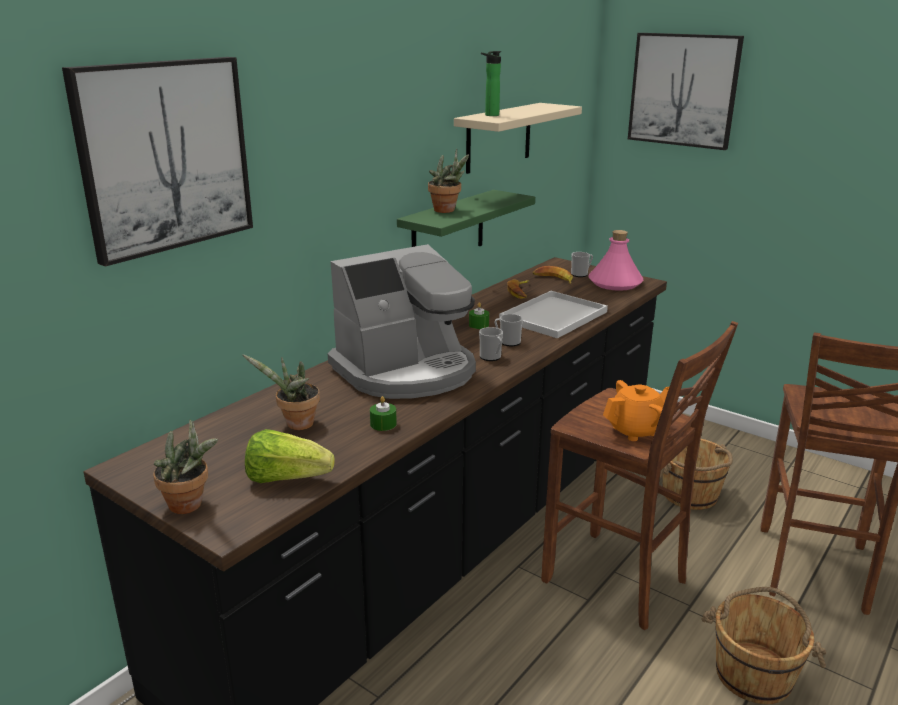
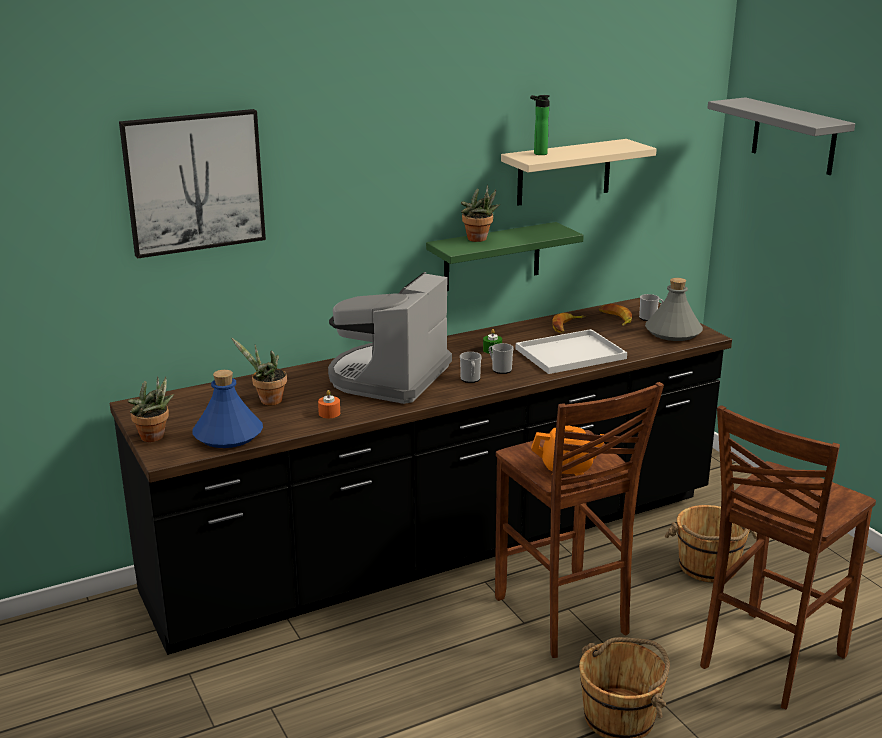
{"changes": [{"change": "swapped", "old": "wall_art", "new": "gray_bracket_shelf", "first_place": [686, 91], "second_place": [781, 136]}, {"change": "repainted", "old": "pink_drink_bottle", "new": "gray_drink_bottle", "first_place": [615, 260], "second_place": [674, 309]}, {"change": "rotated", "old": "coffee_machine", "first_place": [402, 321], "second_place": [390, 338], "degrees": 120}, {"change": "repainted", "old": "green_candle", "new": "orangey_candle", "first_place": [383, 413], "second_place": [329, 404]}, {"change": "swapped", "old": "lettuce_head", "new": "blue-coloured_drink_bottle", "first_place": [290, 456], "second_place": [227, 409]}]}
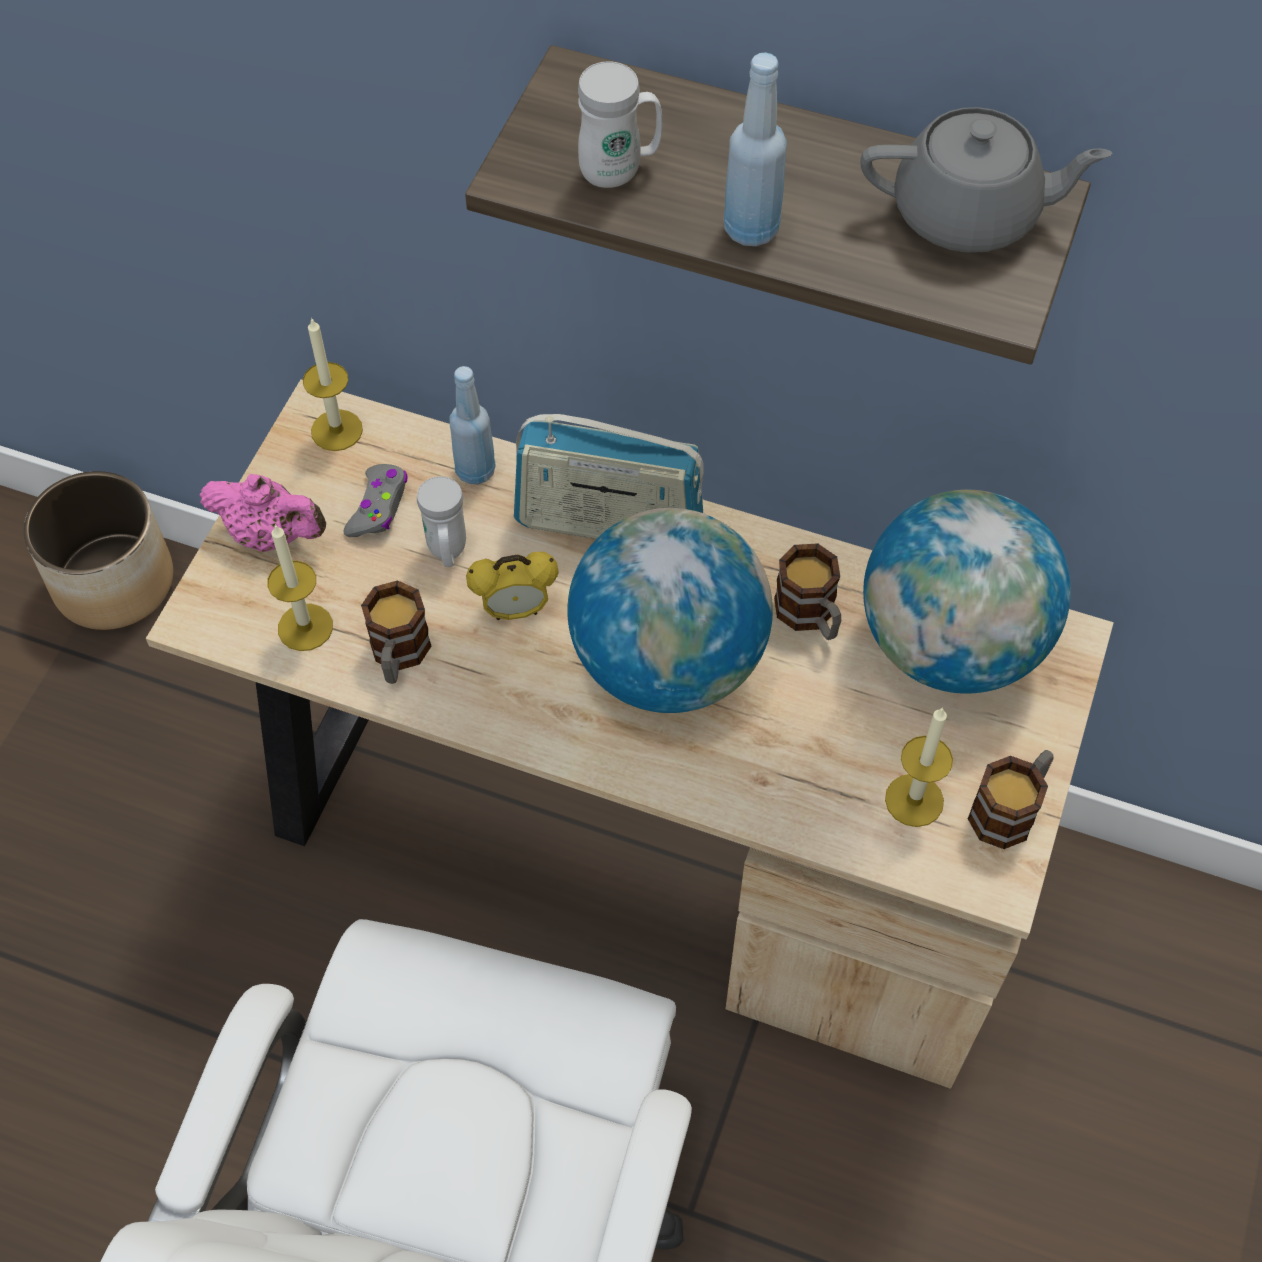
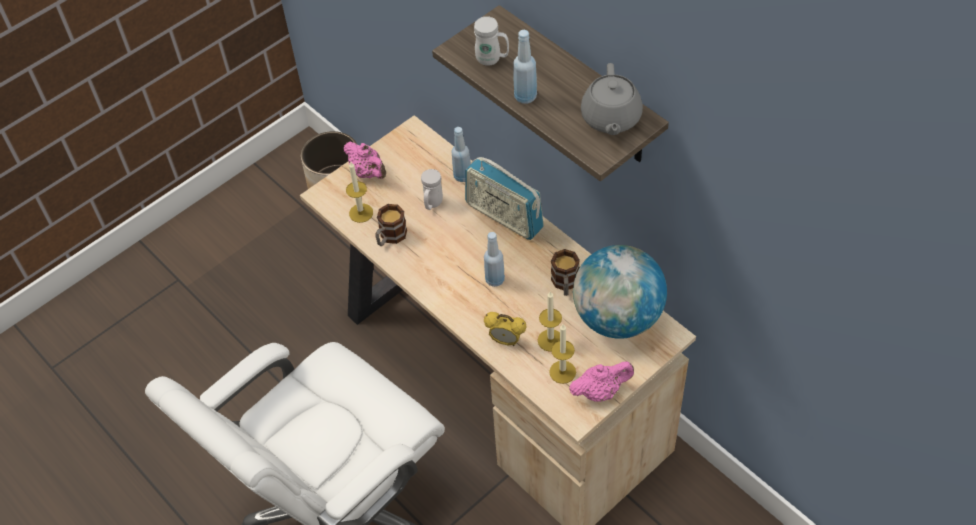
{"changes": [{"change": "rotated", "old": "gray_tea_pot", "first_place": [986, 180], "second_place": [612, 99], "degrees": 60}, {"change": "shifted", "old": "candle", "first_place": [333, 384], "second_place": [550, 321]}, {"change": "gone", "old": "gray_gamepad", "first_place": [375, 500]}, {"change": "swapped", "old": "desk_globe", "new": "blue-coloured_drink_bottle", "first_place": [670, 610], "second_place": [494, 259]}, {"change": "shifted", "old": "bedside_clock", "first_place": [512, 586], "second_place": [505, 329]}, {"change": "swapped", "old": "coffee_mug", "new": "pink_tea_pot", "first_place": [1011, 799], "second_place": [601, 381]}]}
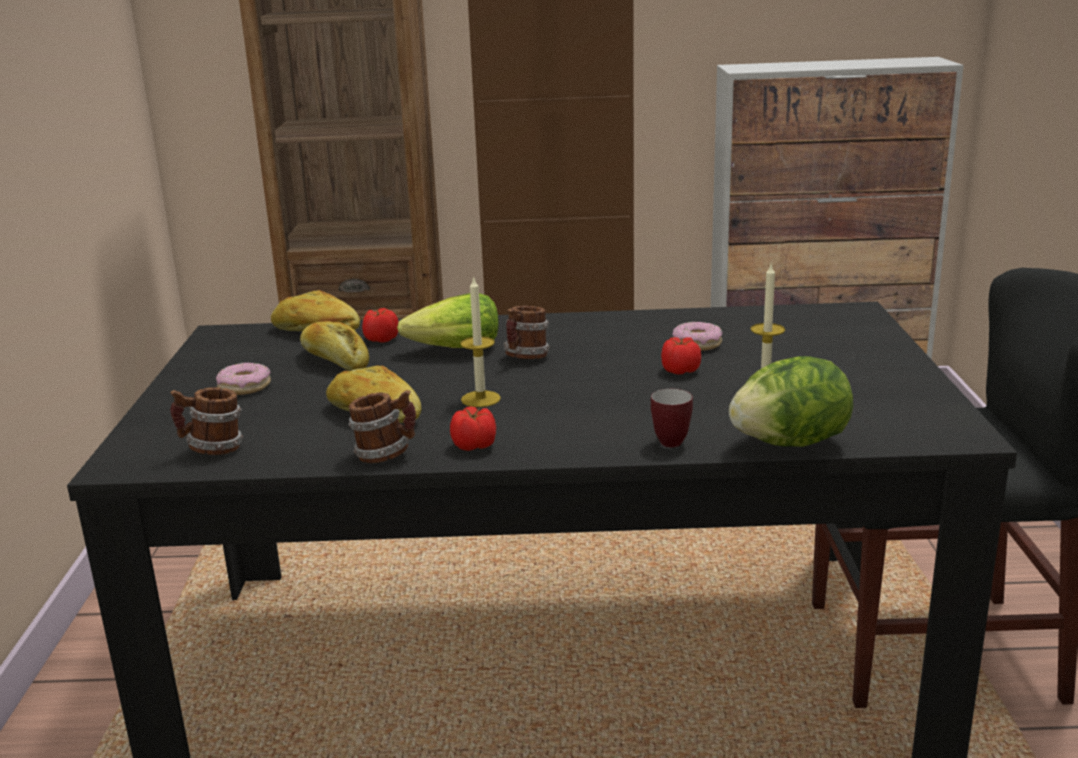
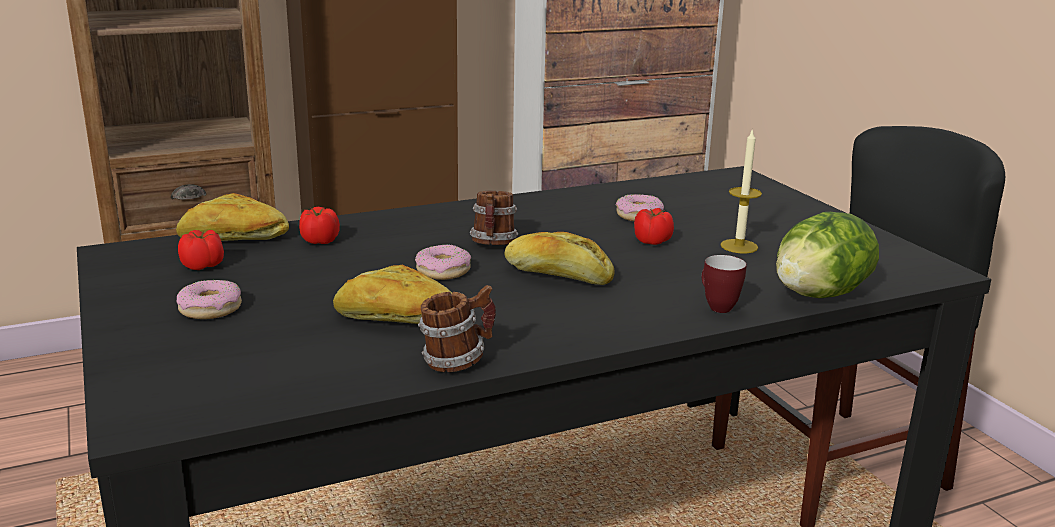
{"changes": [{"change": "gone", "old": "candle", "first_place": [480, 341]}, {"change": "gone", "old": "lettuce_head", "first_place": [448, 320]}, {"change": "shifted", "old": "bread", "first_place": [334, 346], "second_place": [559, 258]}, {"change": "gone", "old": "coffee_mug", "first_place": [206, 421]}, {"change": "shifted", "old": "whole_tomato", "first_place": [473, 428], "second_place": [201, 250]}, {"change": "new", "new": "doughnut", "second_place": [443, 262]}]}
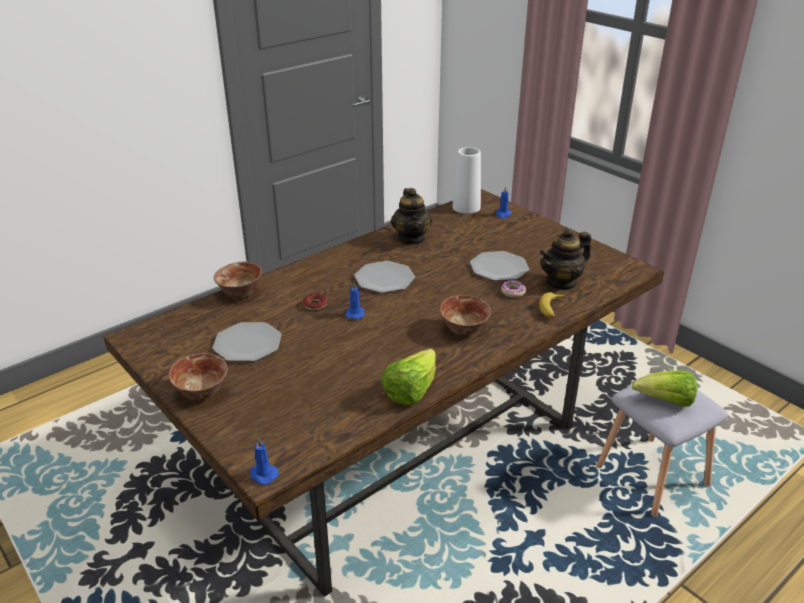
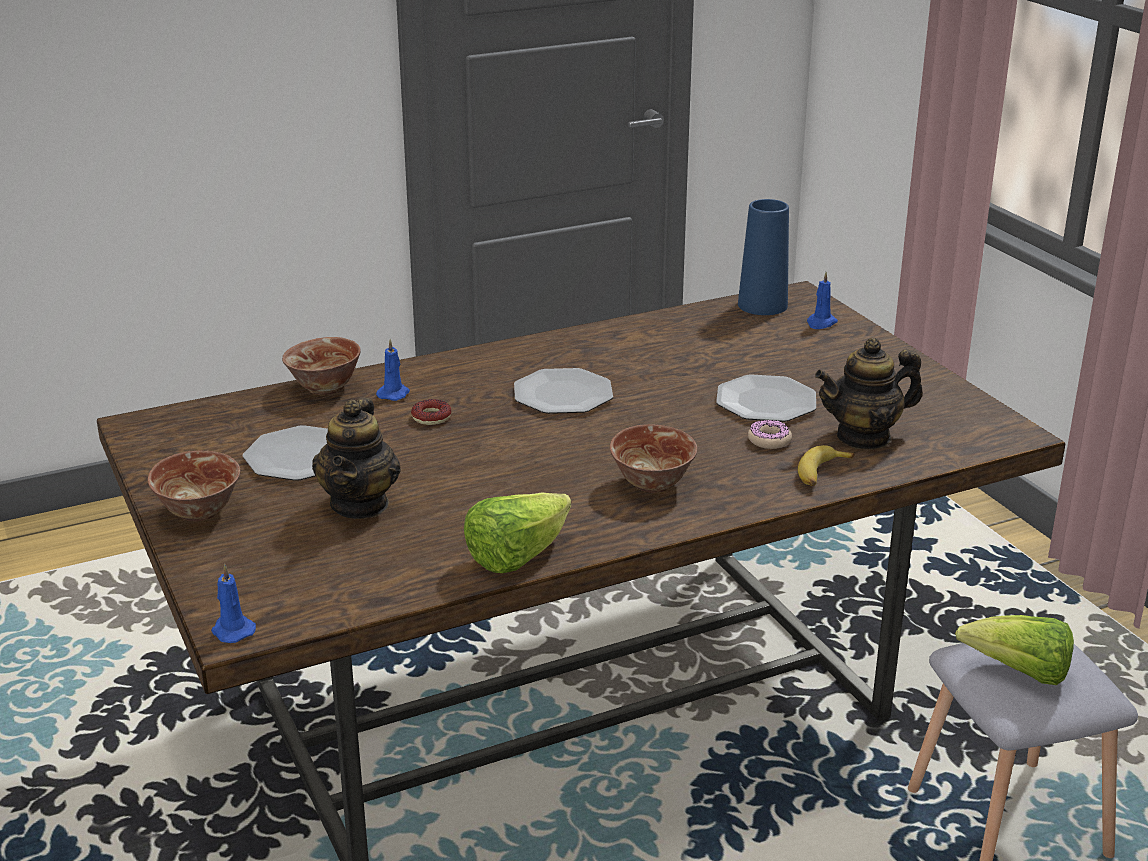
{"changes": [{"change": "repainted", "old": "whitish_vase", "new": "blue-coloured_vase", "first_place": [466, 180], "second_place": [763, 257]}, {"change": "shifted", "old": "tea_pot", "first_place": [411, 216], "second_place": [356, 458]}, {"change": "shifted", "old": "blue-coloured_candle", "first_place": [355, 300], "second_place": [393, 370]}]}
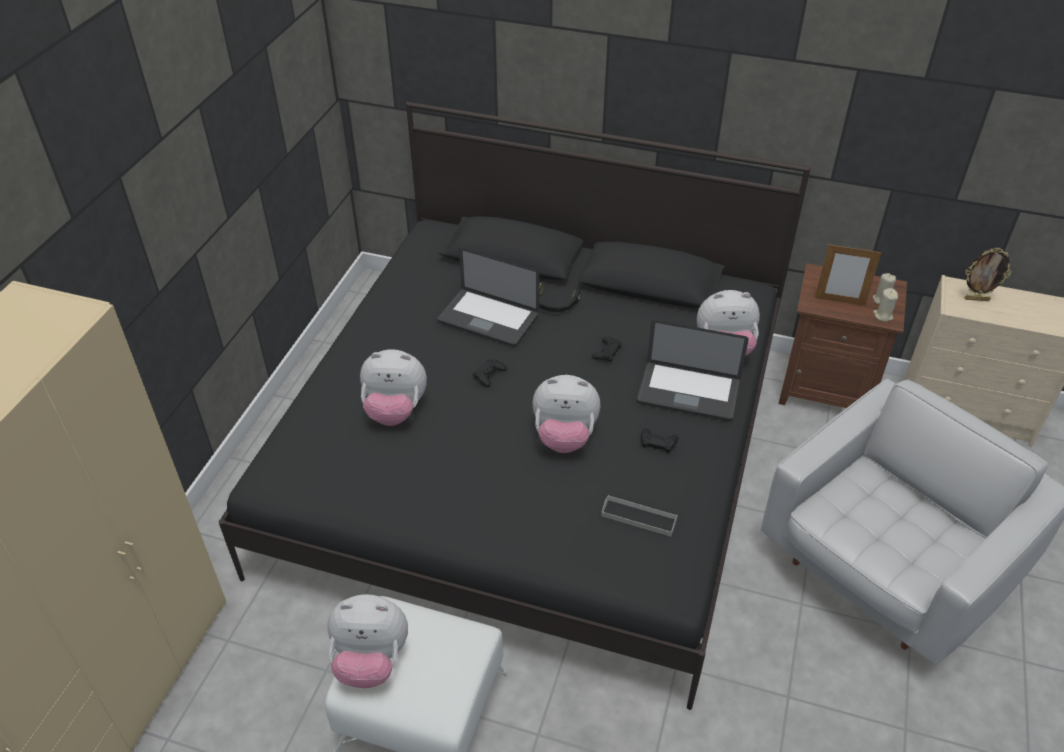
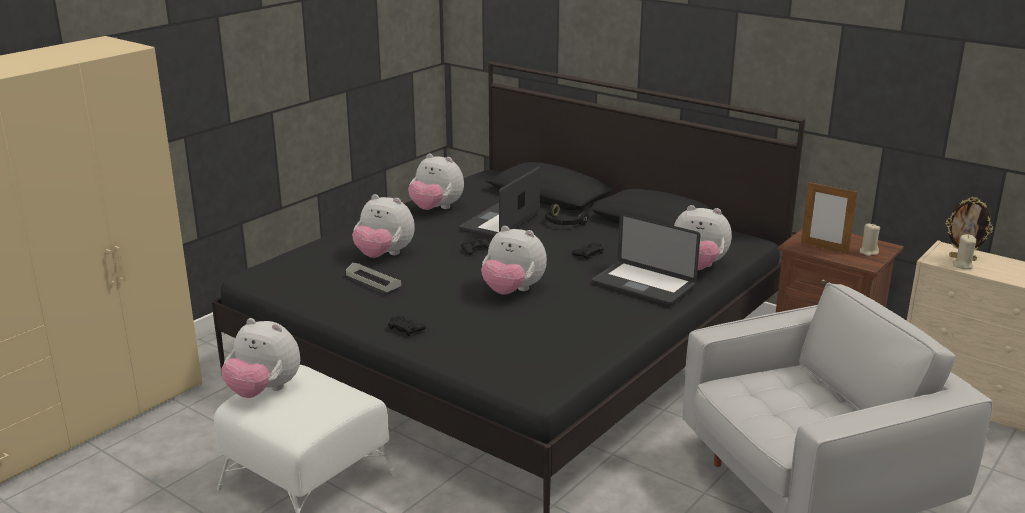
{"changes": [{"change": "rotated", "old": "portable_computer", "first_place": [488, 297], "second_place": [499, 202], "degrees": 75}, {"change": "shifted", "old": "beige_candle", "first_place": [885, 305], "second_place": [964, 251]}, {"change": "shifted", "old": "black-coloured_gamepad", "first_place": [659, 440], "second_place": [407, 326]}, {"change": "shifted", "old": "gray_carrying_tray", "first_place": [639, 515], "second_place": [373, 277]}, {"change": "new", "new": "plush_toy", "second_place": [436, 181]}]}
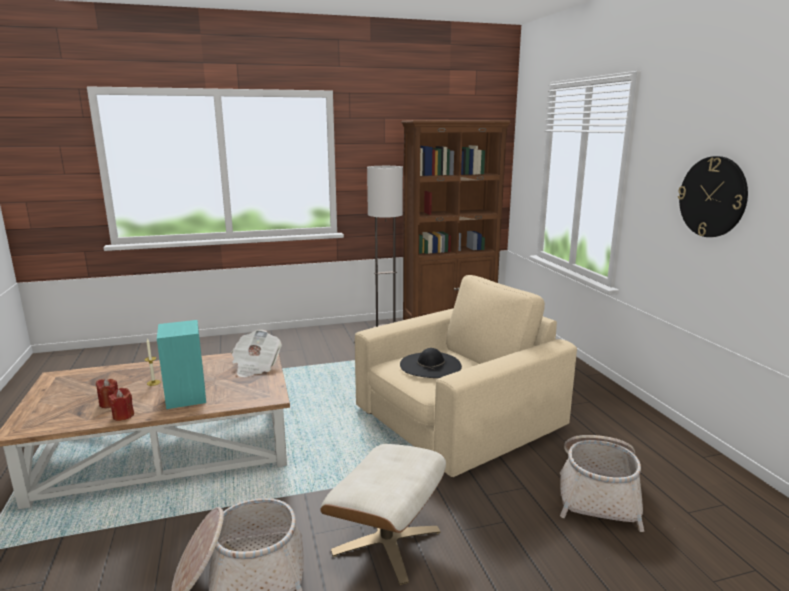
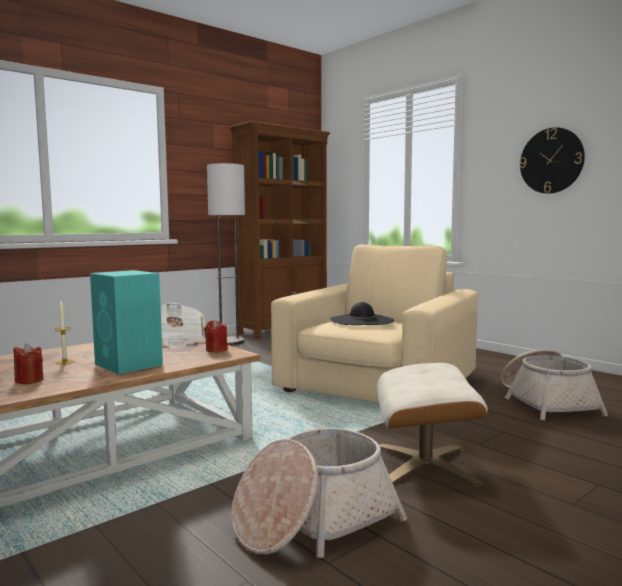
{"changes": [{"change": "shifted", "old": "red_candle", "first_place": [121, 404], "second_place": [216, 336]}]}
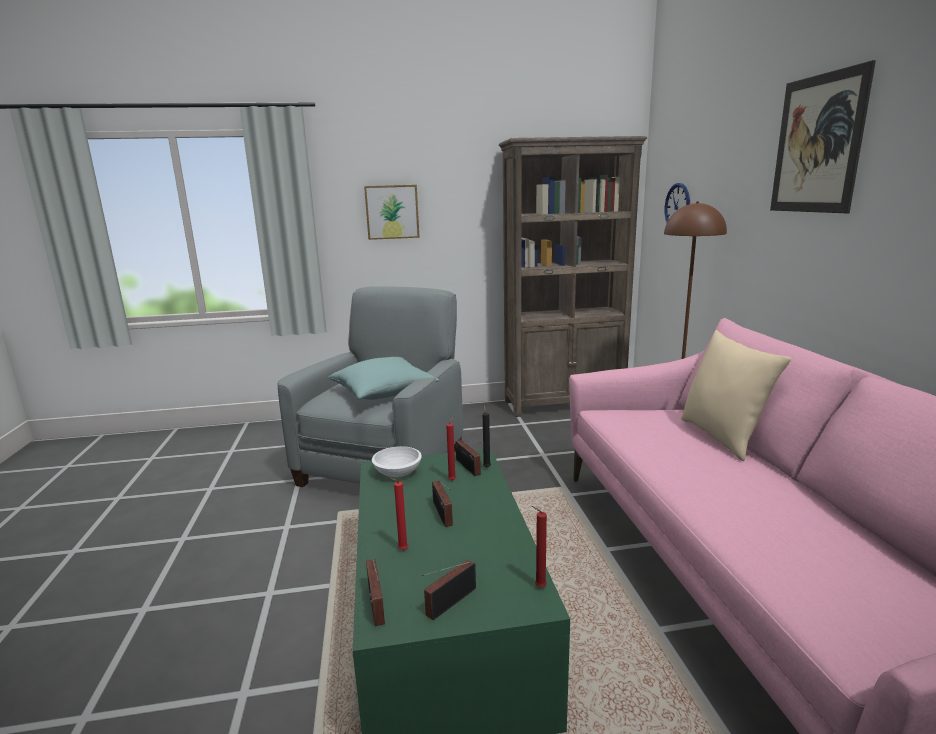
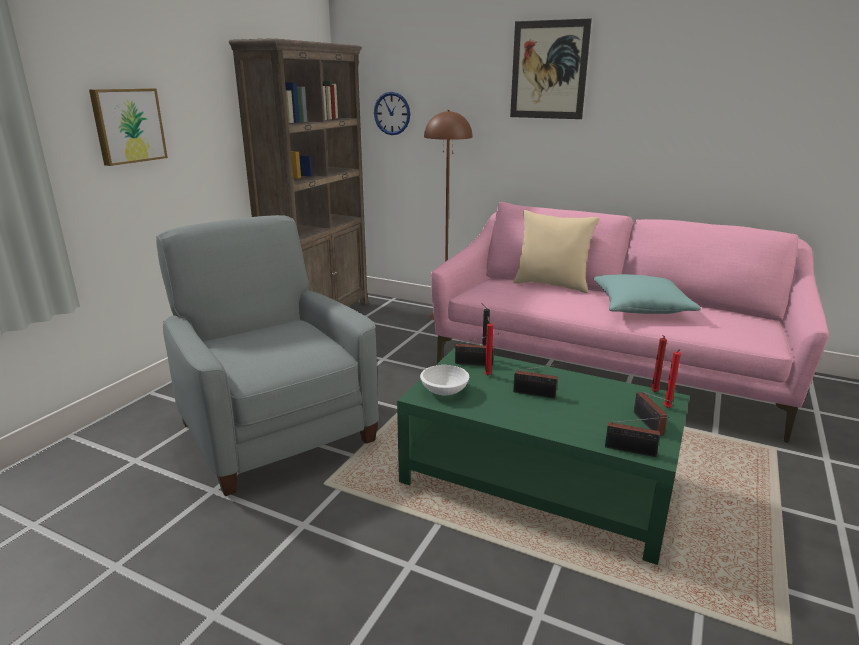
{"changes": [{"change": "shifted", "old": "blue-green_throw_pillow", "first_place": [383, 378], "second_place": [647, 294]}, {"change": "shifted", "old": "red_candle", "first_place": [399, 514], "second_place": [672, 378]}]}
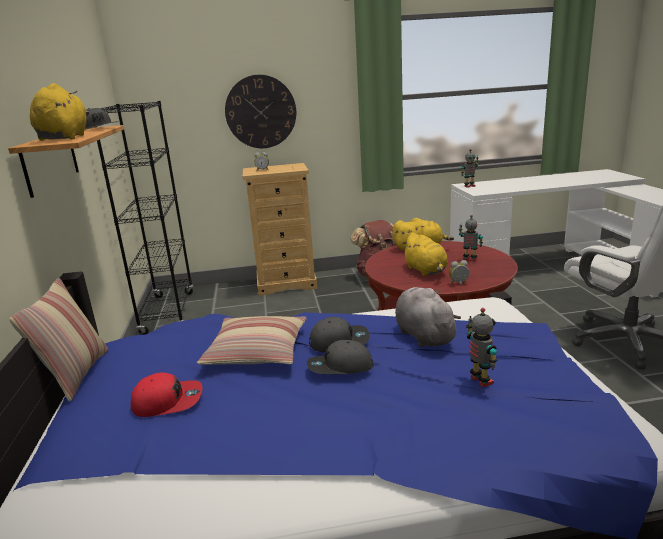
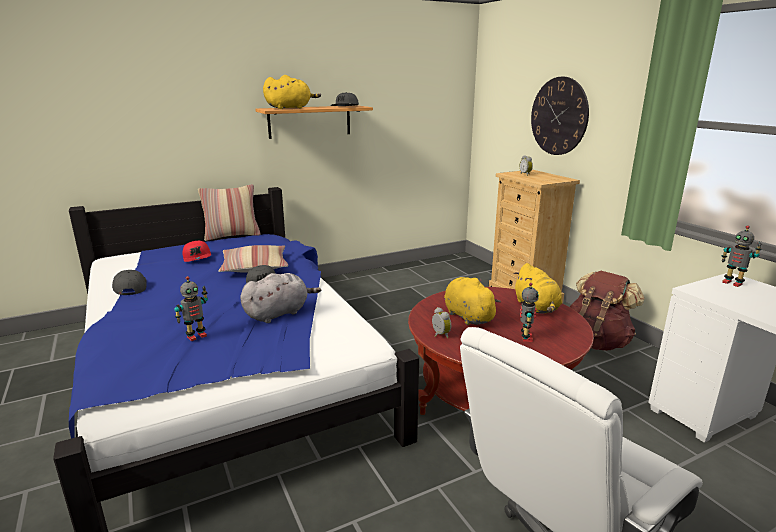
{"changes": [{"change": "gone", "old": "black-coloured_shelving_unit", "first_place": [145, 218]}, {"change": "rotated", "old": "yellow-coloured_plush_toy", "first_place": [425, 254], "second_place": [472, 301], "degrees": 105}, {"change": "shifted", "old": "gray_peaked_cap", "first_place": [340, 357], "second_place": [129, 282]}]}
